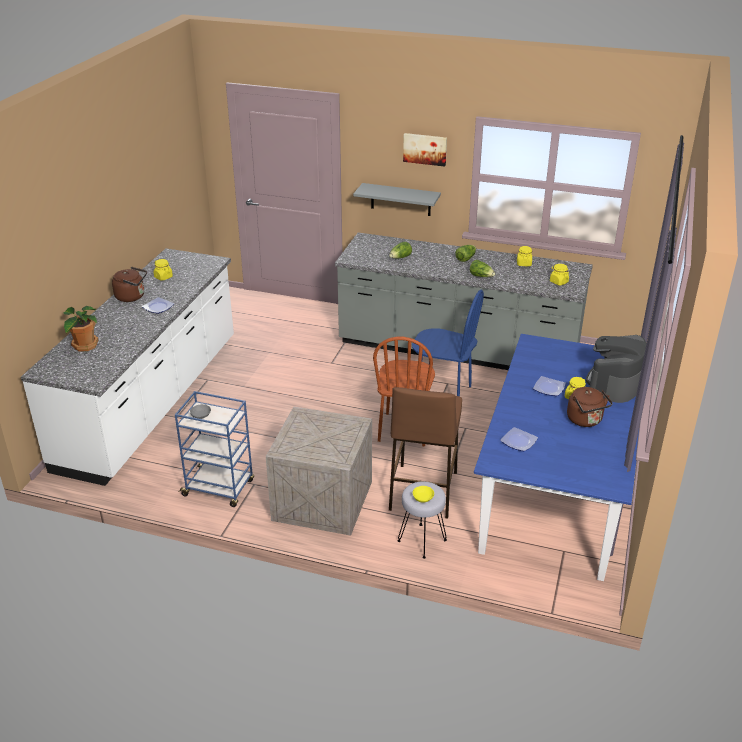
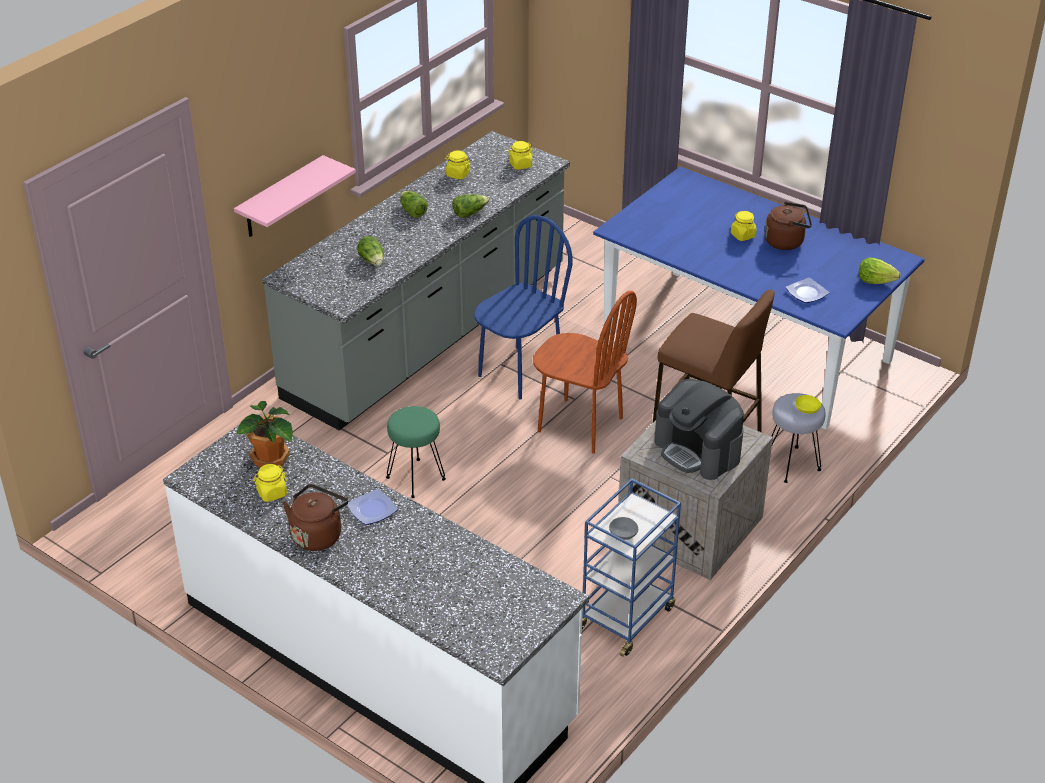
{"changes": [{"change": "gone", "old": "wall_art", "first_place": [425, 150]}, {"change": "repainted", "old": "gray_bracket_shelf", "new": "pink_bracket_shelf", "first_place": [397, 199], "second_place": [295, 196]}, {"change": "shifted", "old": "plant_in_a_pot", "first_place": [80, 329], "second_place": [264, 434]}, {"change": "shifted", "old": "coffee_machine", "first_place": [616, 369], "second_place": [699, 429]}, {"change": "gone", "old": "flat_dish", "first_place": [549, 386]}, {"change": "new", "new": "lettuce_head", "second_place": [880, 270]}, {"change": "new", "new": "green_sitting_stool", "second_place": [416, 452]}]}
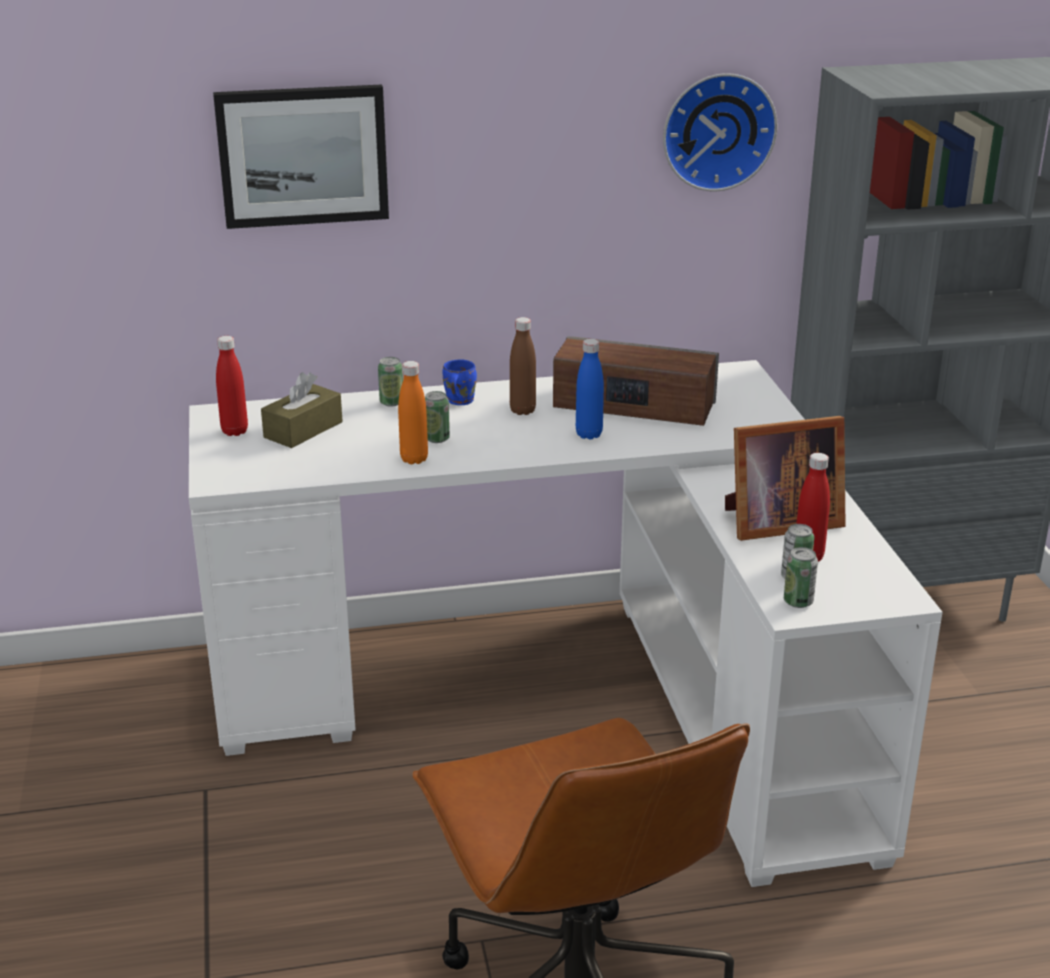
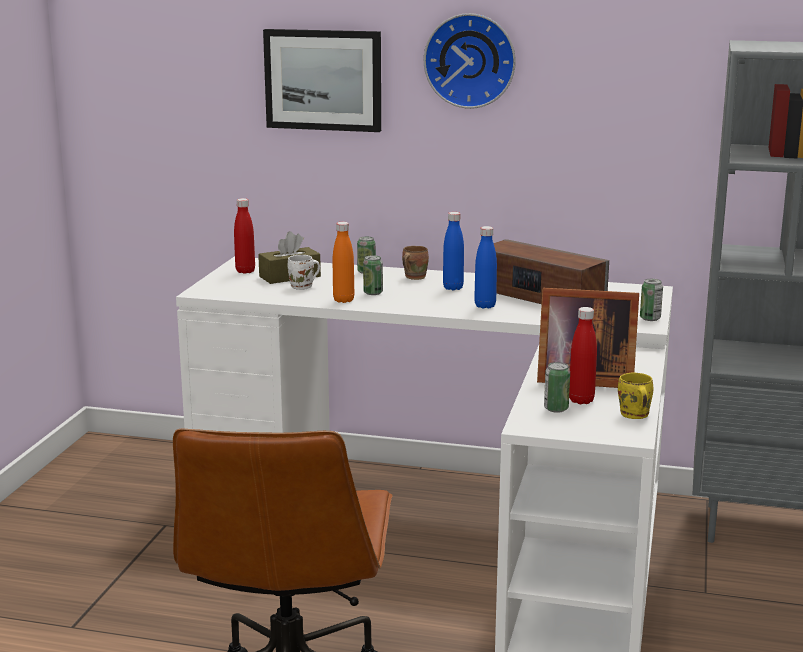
{"changes": [{"change": "shifted", "old": "wall_clock", "first_place": [720, 132], "second_place": [470, 61]}, {"change": "repainted", "old": "brown_drink_bottle", "new": "blue-coloured_drink_bottle", "first_place": [523, 366], "second_place": [453, 251]}, {"change": "repainted", "old": "blue-coloured_coffee_mug", "new": "brown_coffee_mug", "first_place": [460, 382], "second_place": [415, 263]}, {"change": "shifted", "old": "sealed_can", "first_place": [801, 577], "second_place": [651, 300]}, {"change": "new", "new": "whitish_coffee_mug", "second_place": [303, 272]}, {"change": "new", "new": "yellow-coloured_coffee_mug", "second_place": [635, 396]}]}
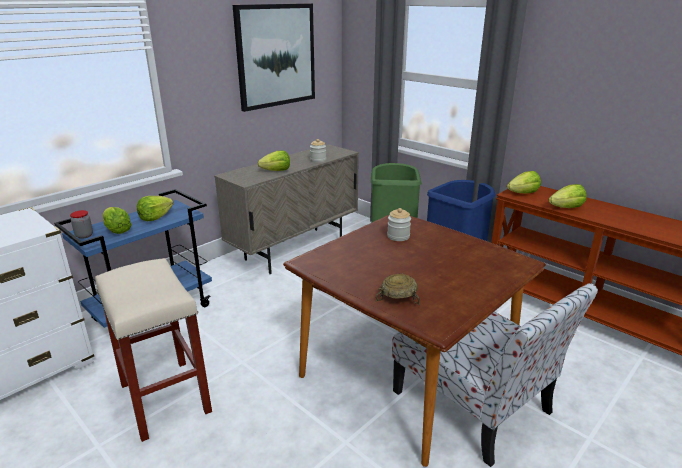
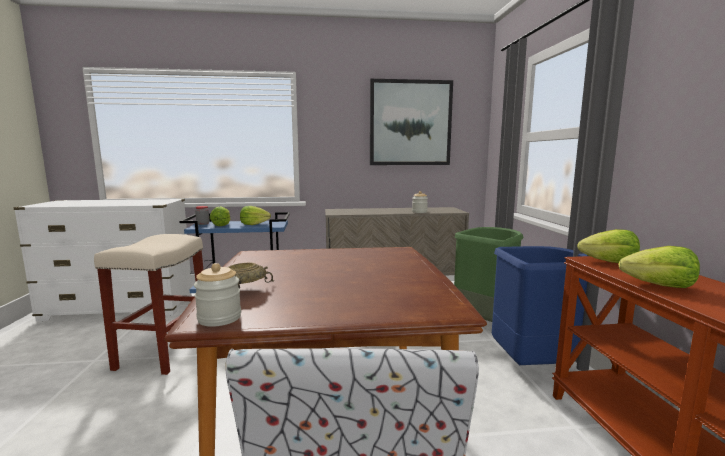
{"changes": [{"change": "gone", "old": "lettuce_head", "first_place": [274, 160]}, {"change": "shifted", "old": "jar", "first_place": [399, 224], "second_place": [217, 295]}]}
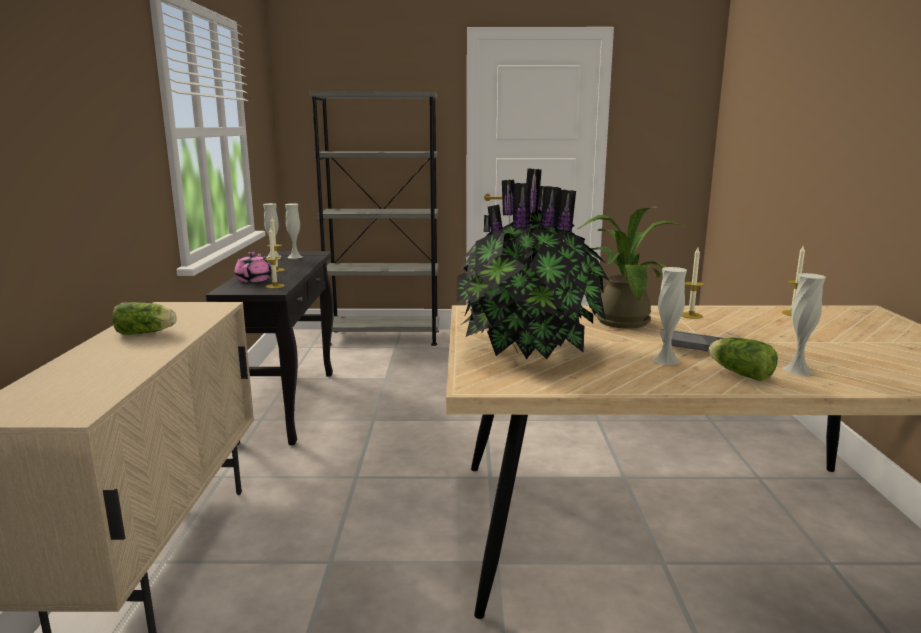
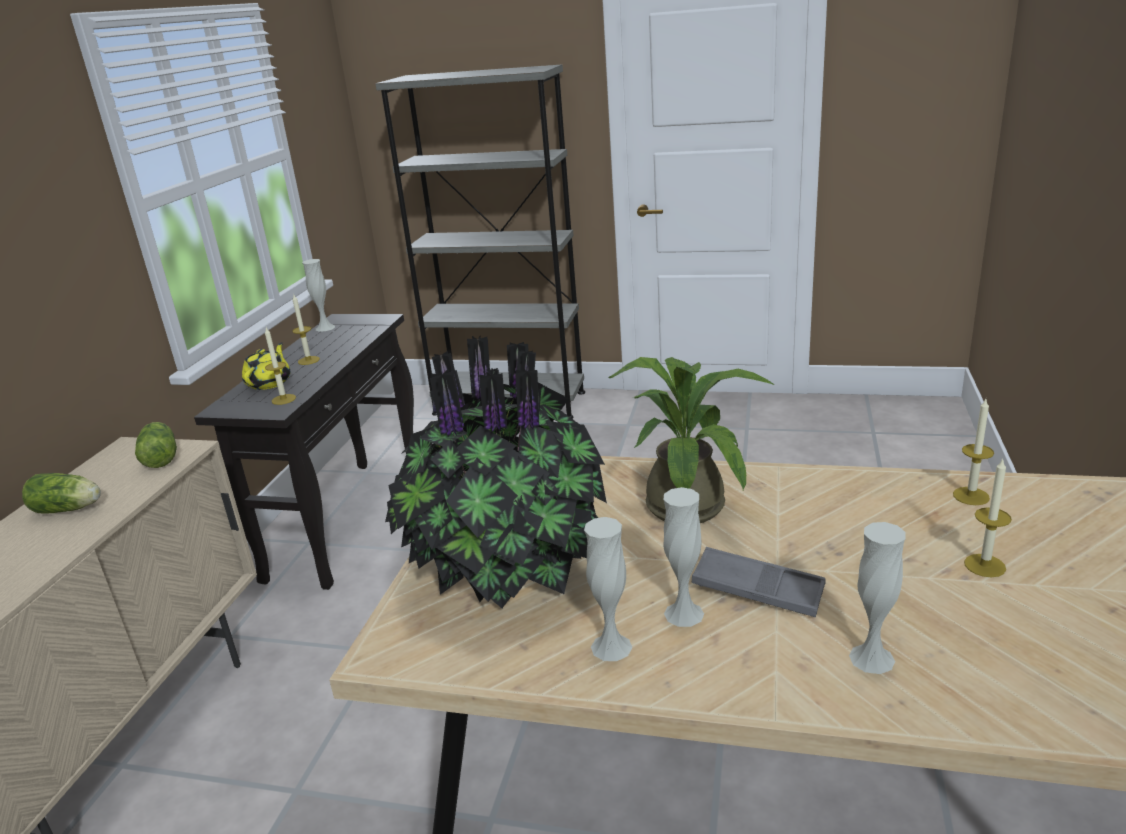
{"changes": [{"change": "shifted", "old": "whitish_vase", "first_place": [294, 231], "second_place": [608, 589]}, {"change": "shifted", "old": "candle", "first_place": [693, 283], "second_place": [988, 518]}, {"change": "repainted", "old": "pink_tea_pot", "new": "yellow-coloured_tea_pot", "first_place": [253, 267], "second_place": [266, 366]}, {"change": "shifted", "old": "lettuce_head", "first_place": [743, 359], "second_place": [156, 445]}]}
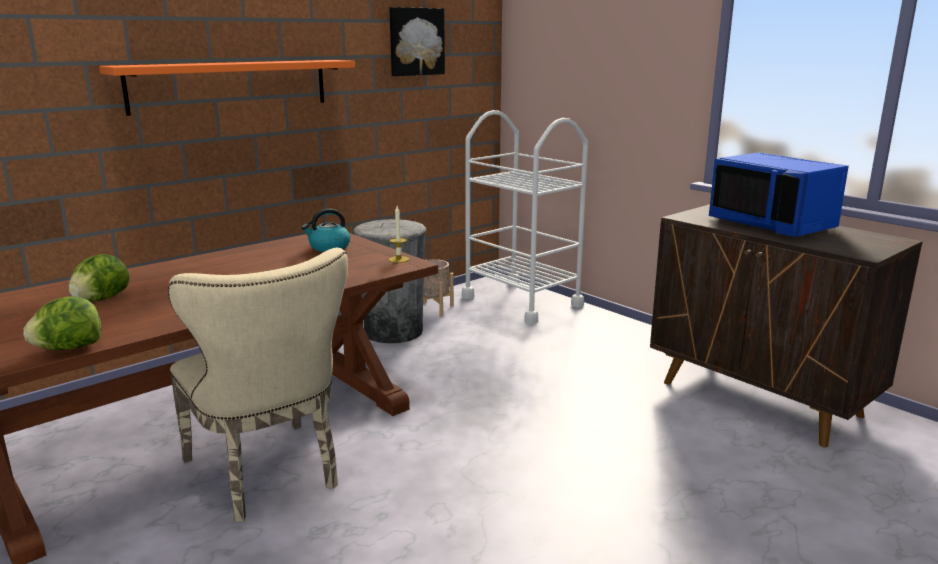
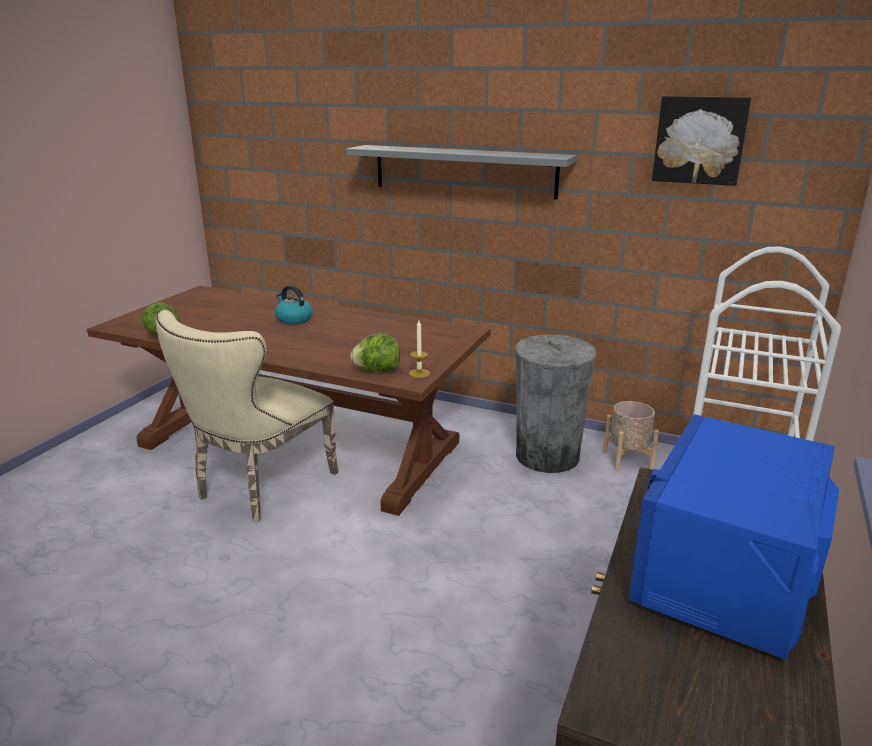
{"changes": [{"change": "repainted", "old": "orangey_bracket_shelf", "new": "gray_bracket_shelf", "first_place": [227, 88], "second_place": [461, 172]}, {"change": "shifted", "old": "water_kettle", "first_place": [326, 230], "second_place": [294, 304]}, {"change": "shifted", "old": "lettuce_head", "first_place": [99, 278], "second_place": [375, 353]}]}
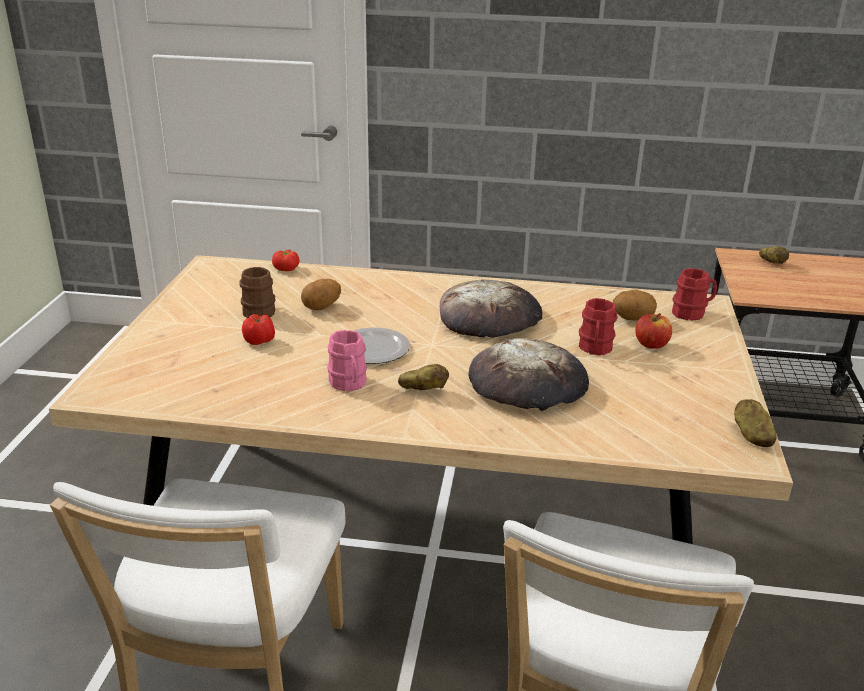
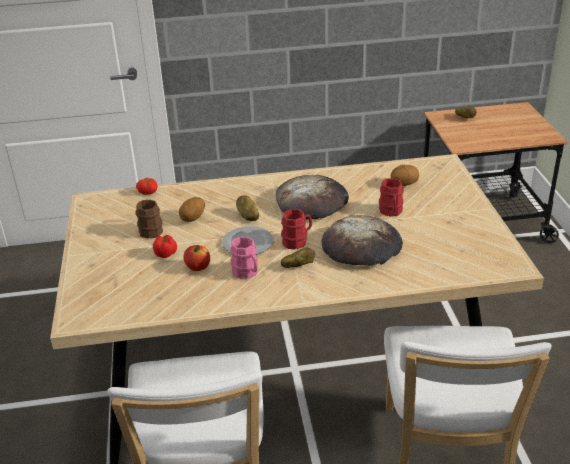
{"changes": [{"change": "shifted", "old": "red_coffee_mug", "first_place": [694, 294], "second_place": [296, 229]}, {"change": "shifted", "old": "whole_apple", "first_place": [653, 331], "second_place": [197, 258]}, {"change": "shifted", "old": "potato", "first_place": [755, 423], "second_place": [247, 208]}]}
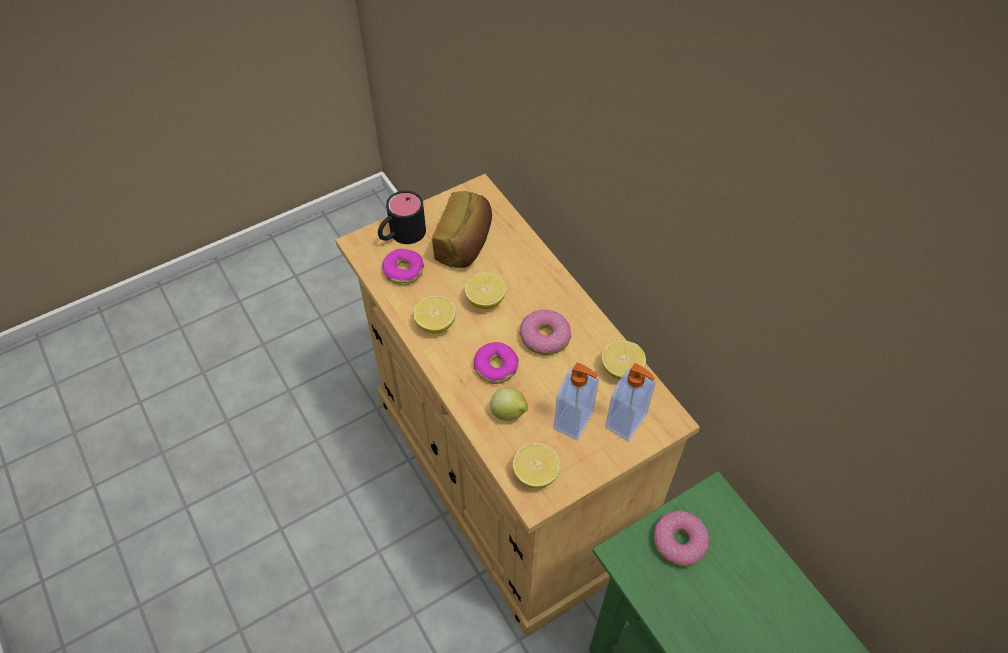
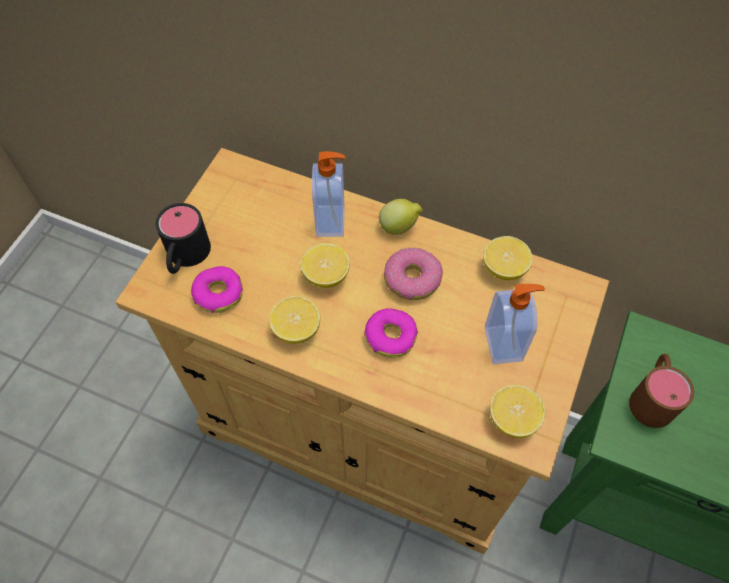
{"changes": [{"change": "gone", "old": "bread", "first_place": [462, 229]}, {"change": "shifted", "old": "liquid_soap_bottle", "first_place": [630, 402], "second_place": [328, 194]}, {"change": "shifted", "old": "citrus_fruit", "first_place": [509, 404], "second_place": [401, 217]}, {"change": "swapped", "old": "doughnut", "new": "brown_coffee_mug", "first_place": [681, 538], "second_place": [661, 391]}]}
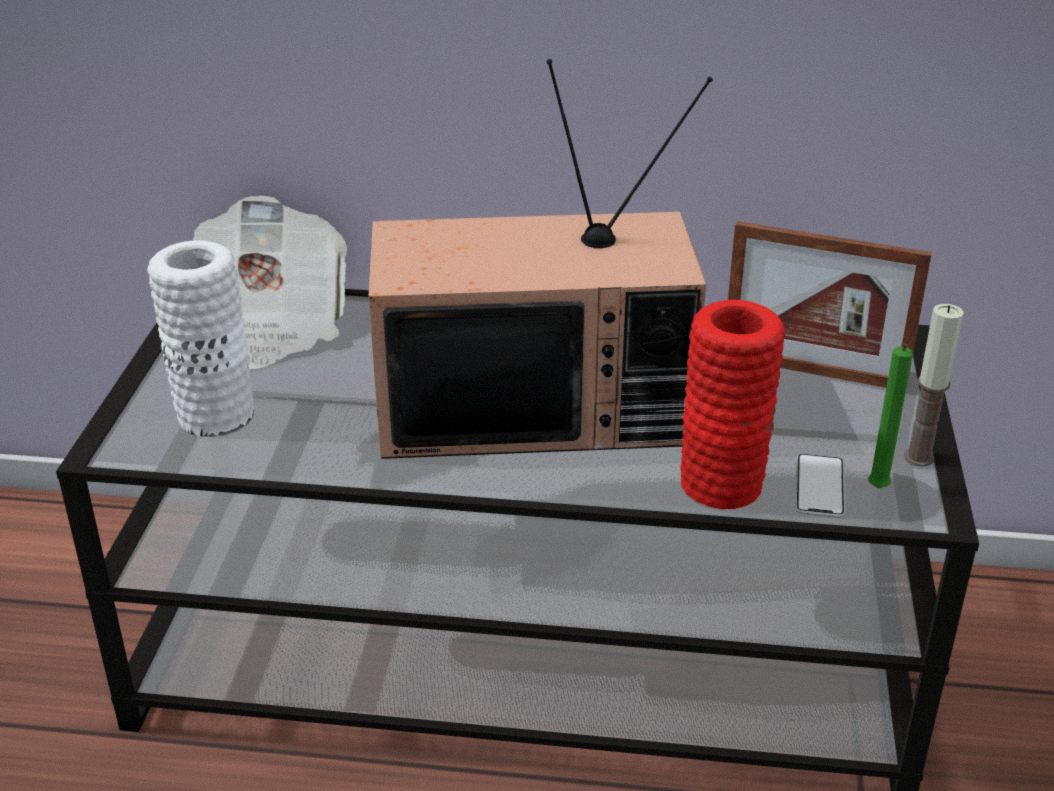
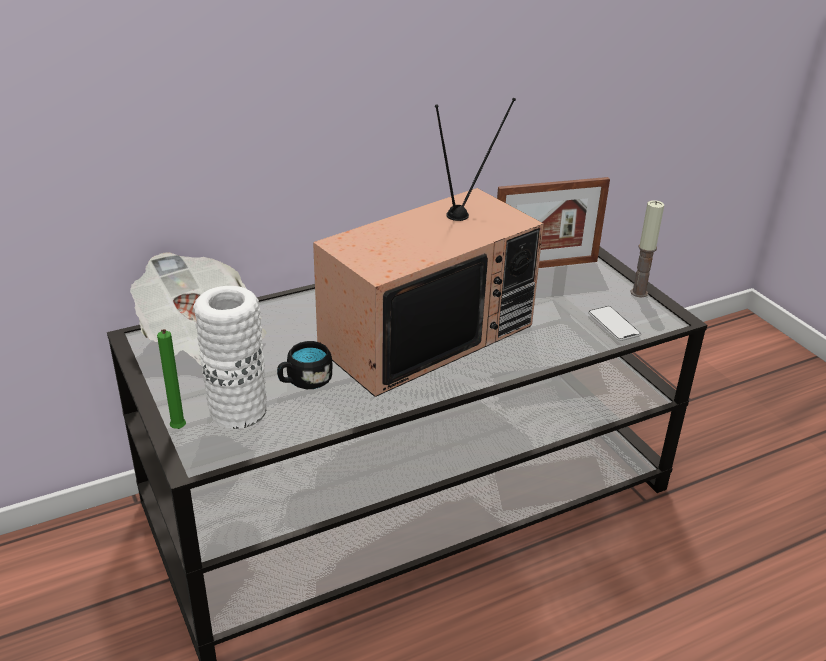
{"changes": [{"change": "gone", "old": "red_vase", "first_place": [732, 404]}, {"change": "shifted", "old": "green_candle", "first_place": [890, 415], "second_place": [171, 379]}, {"change": "new", "new": "black-coloured_coffee_mug", "second_place": [304, 365]}]}
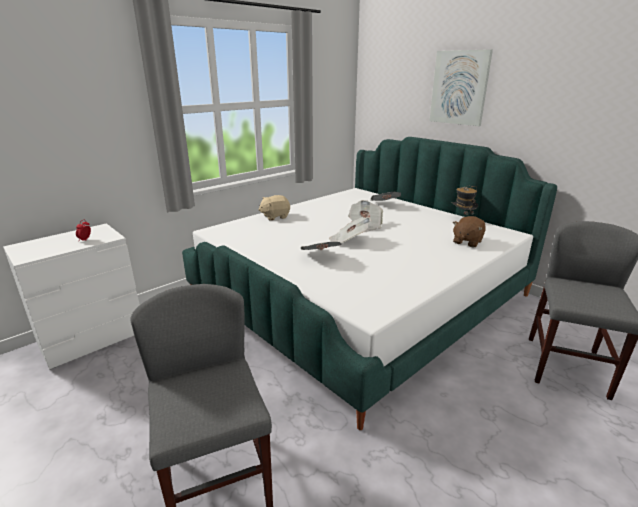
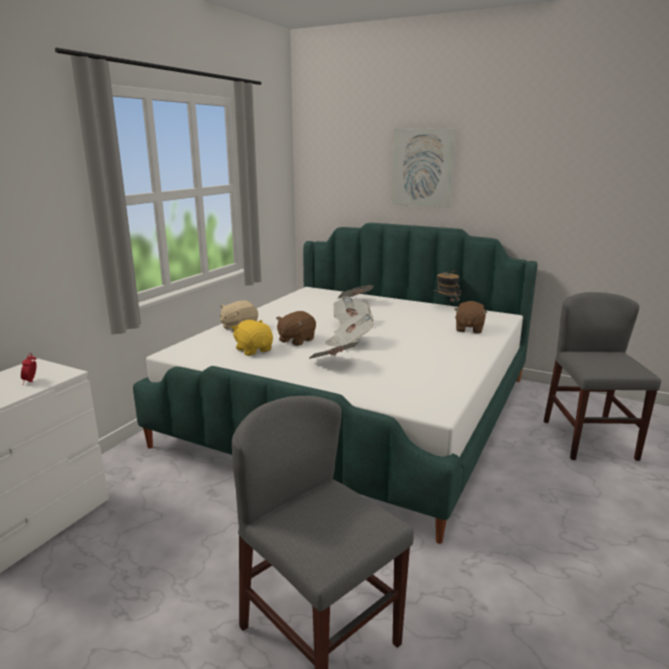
{"changes": [{"change": "new", "new": "brown_plush_toy", "second_place": [296, 328]}, {"change": "new", "new": "yellow-coloured_plush_toy", "second_place": [252, 338]}]}
